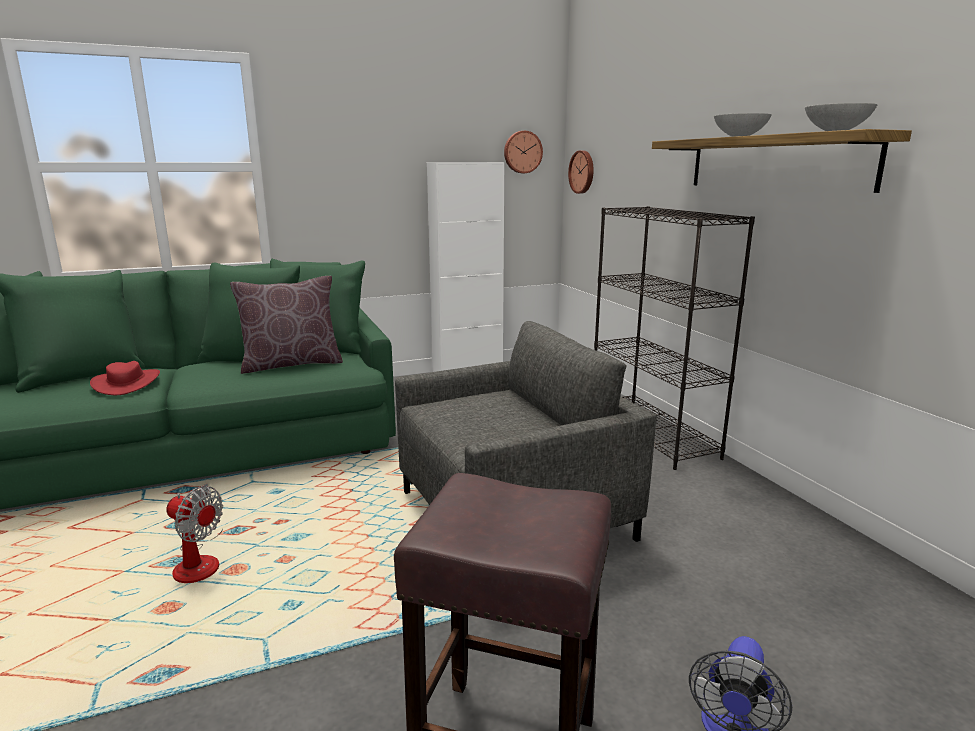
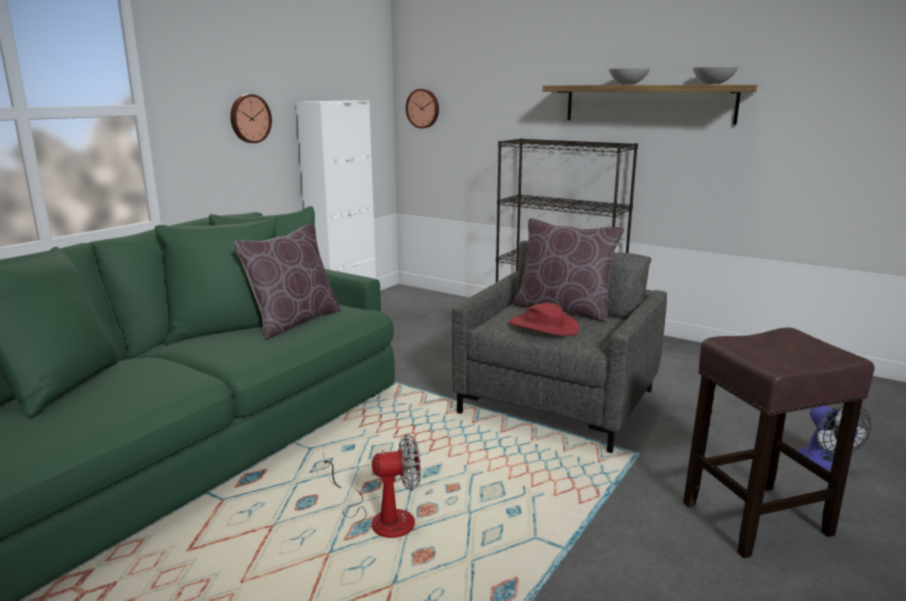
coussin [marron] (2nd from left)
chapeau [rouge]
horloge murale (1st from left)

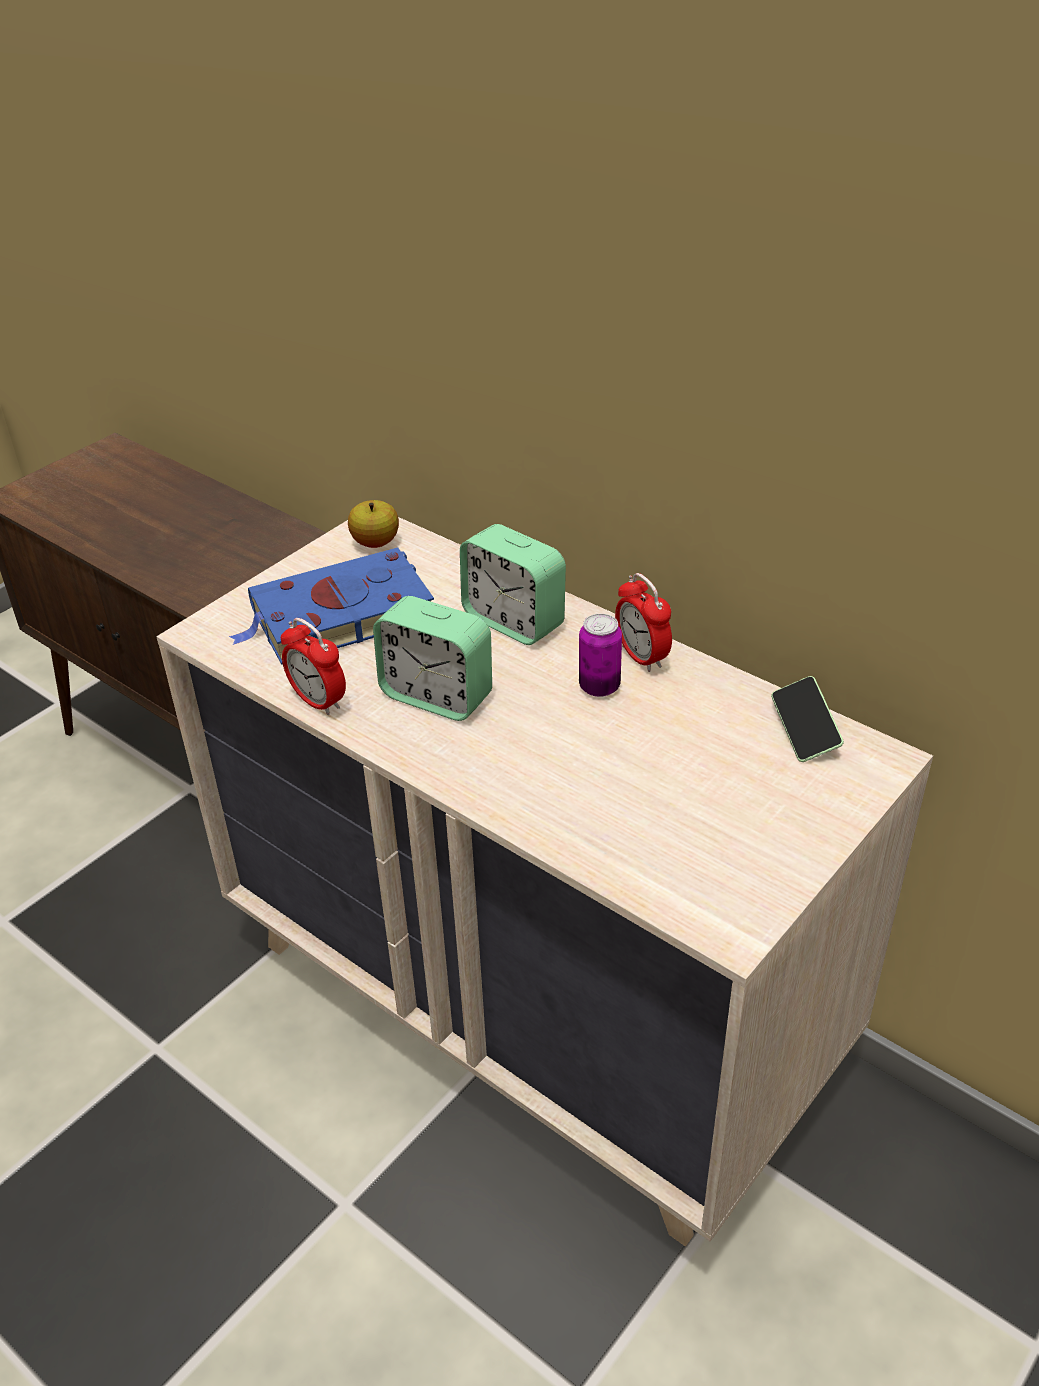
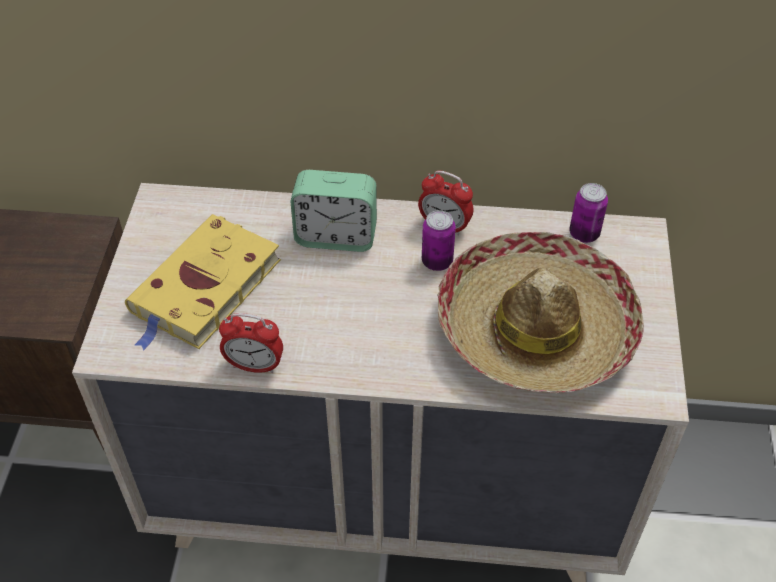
pomme
réveil (2nd from left in the first image)
chapeau
boîte métallique (2nd from left)
livre [jaune]

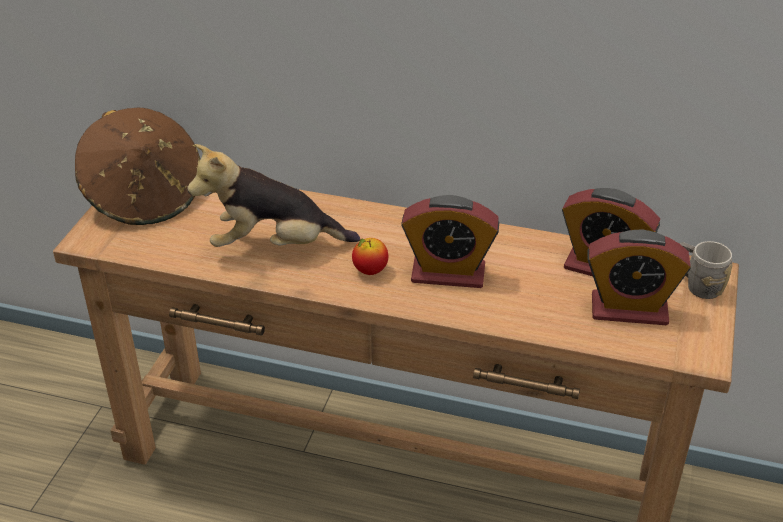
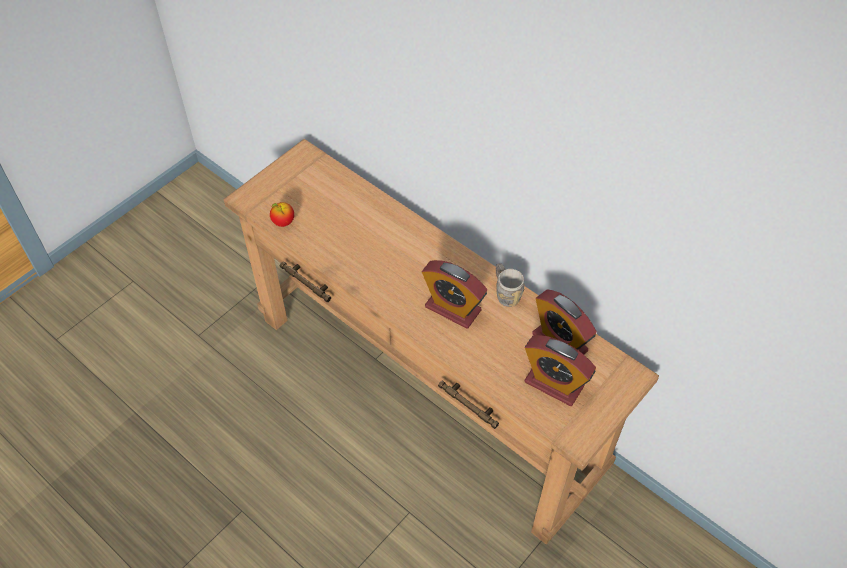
chapeau [marron]
peluche
pomme
mug [gris]

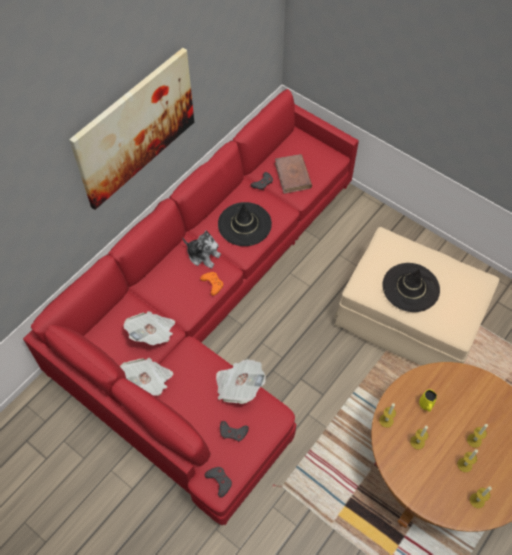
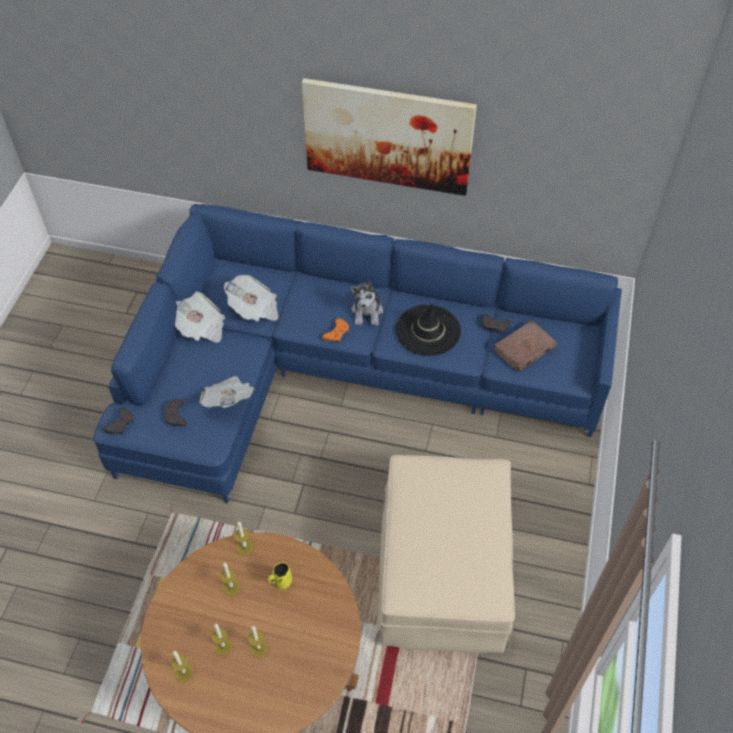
chapeau [noir] (2nd from left in the first image)
canapé [bleu]

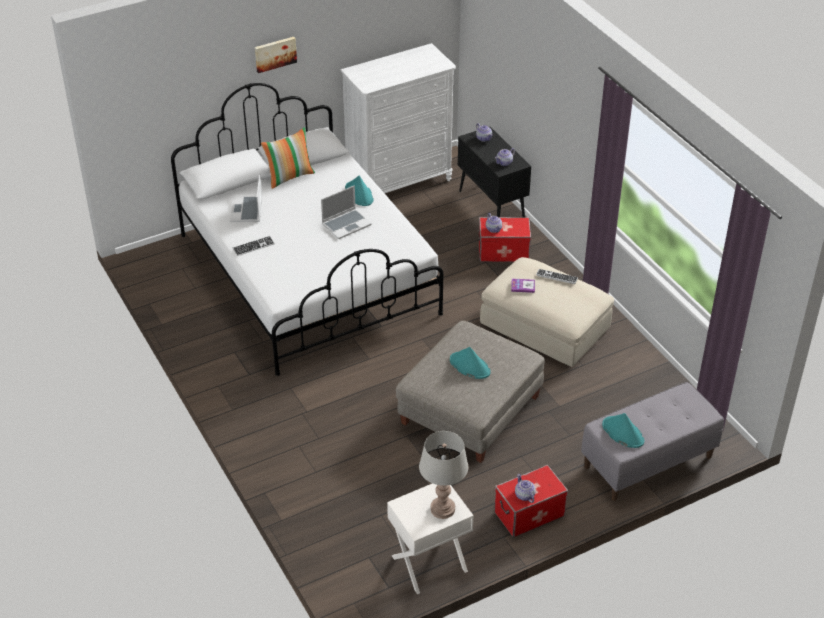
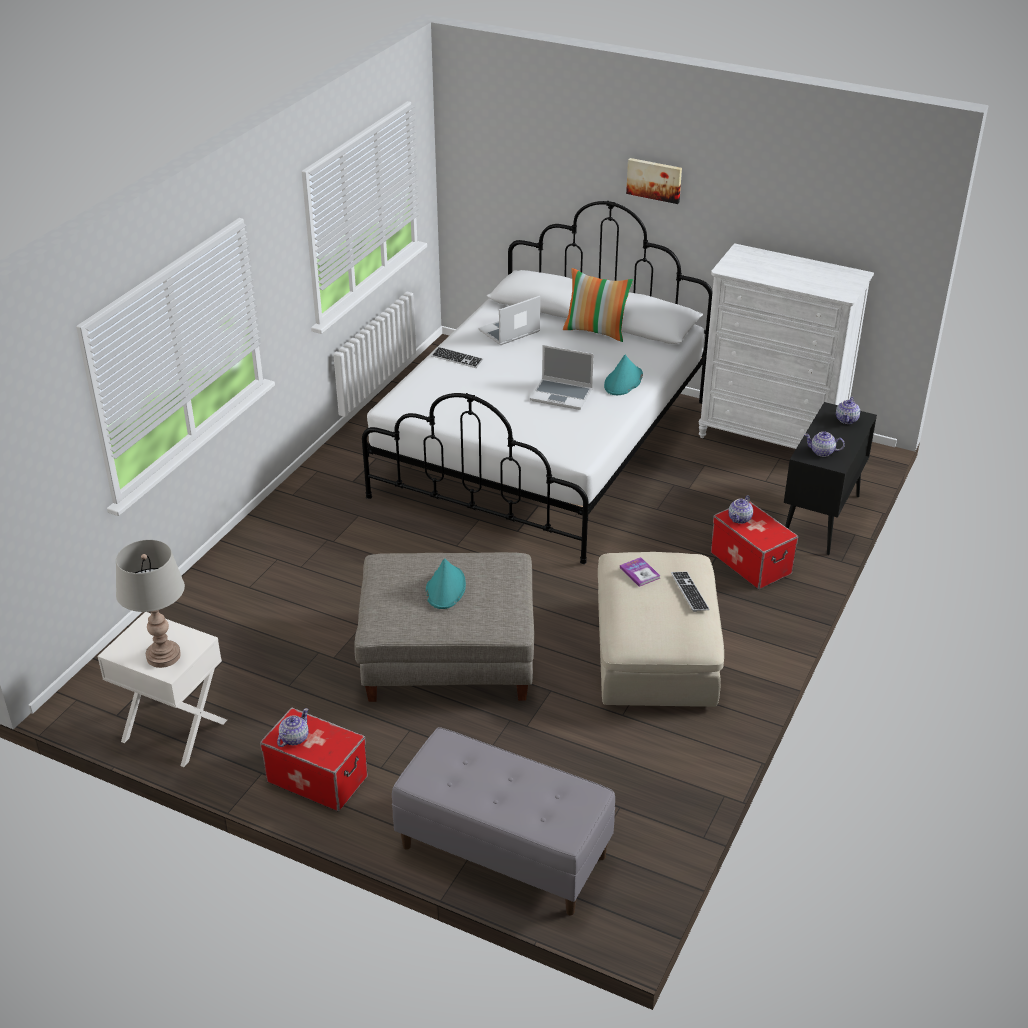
chapeau [turquoise] (3rd from left in the first image)

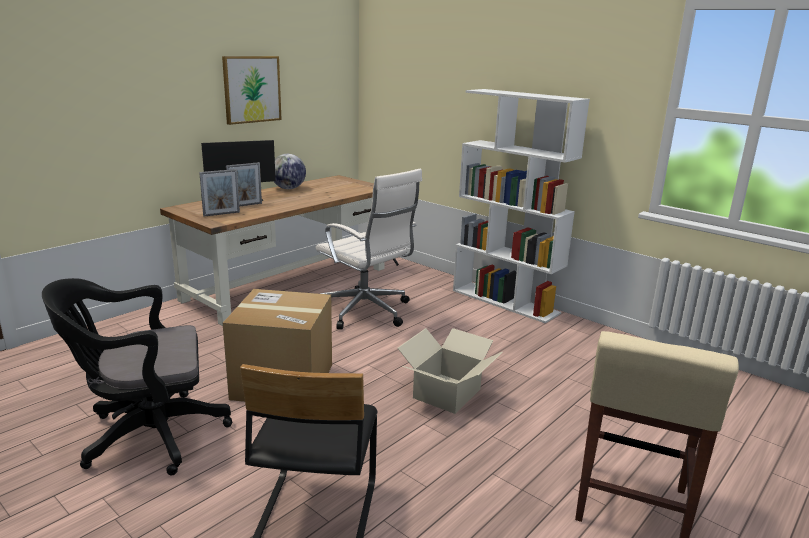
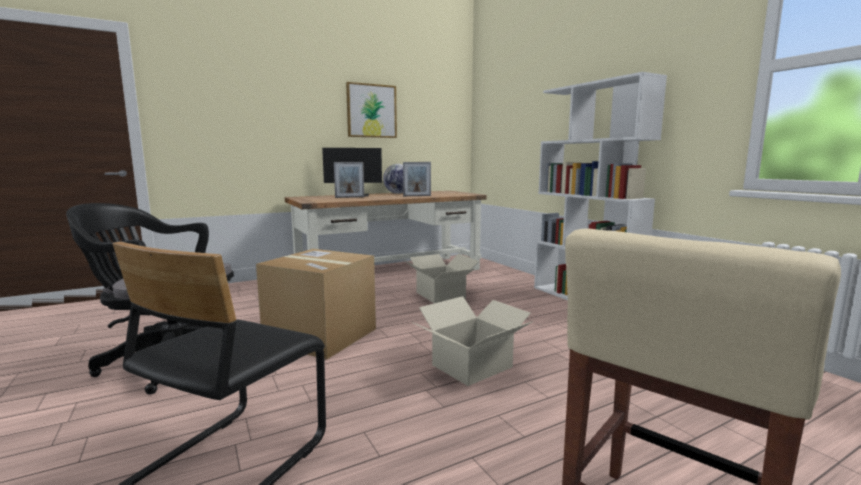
cadre photo (2nd from left)
carton (2nd from left)

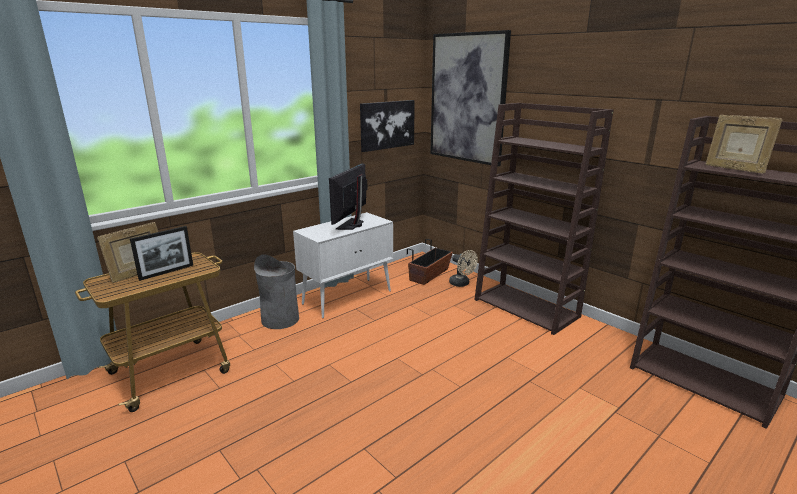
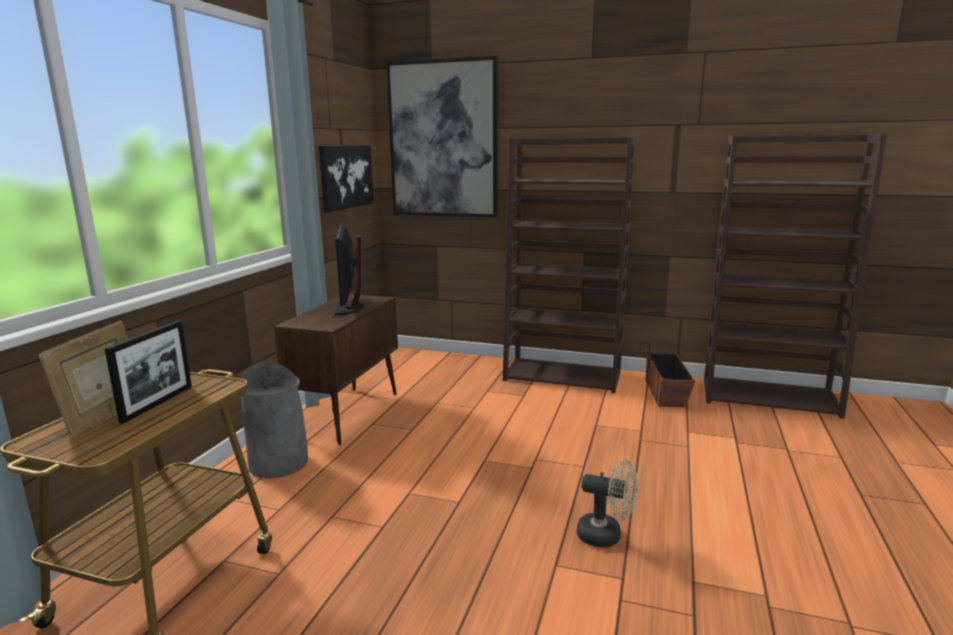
cadre photo (3rd from left in the first image)
cache-pot
ventilateur [beige]
meuble de rangement [marron]

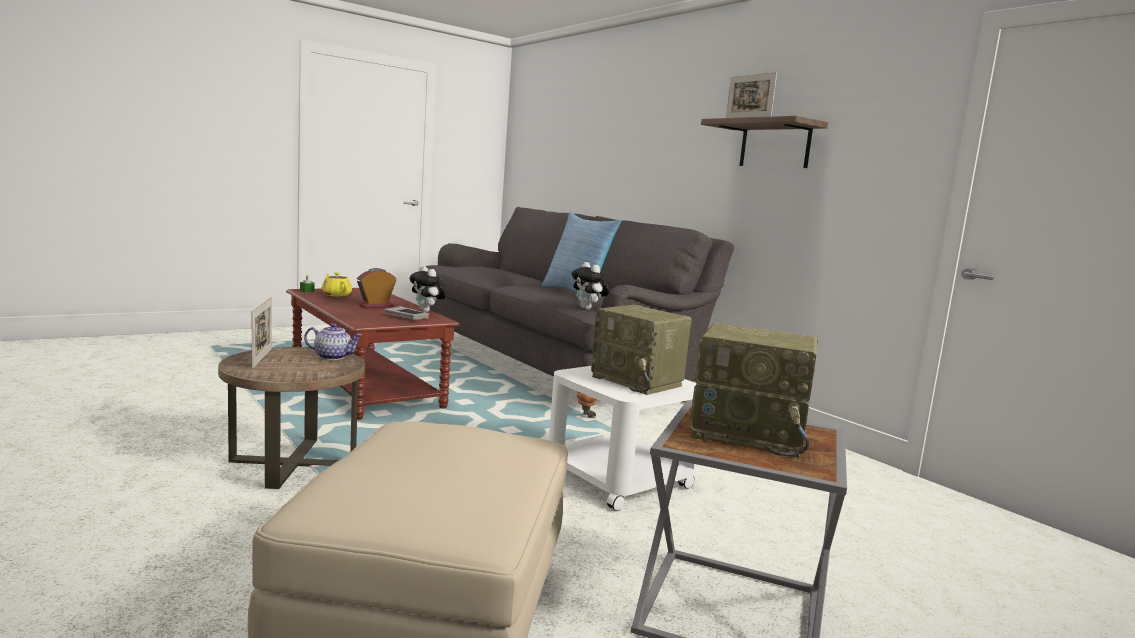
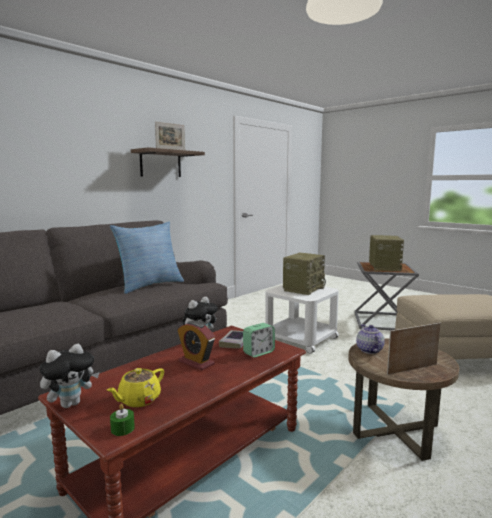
réveil (2nd from left)
peluche (1st from left)

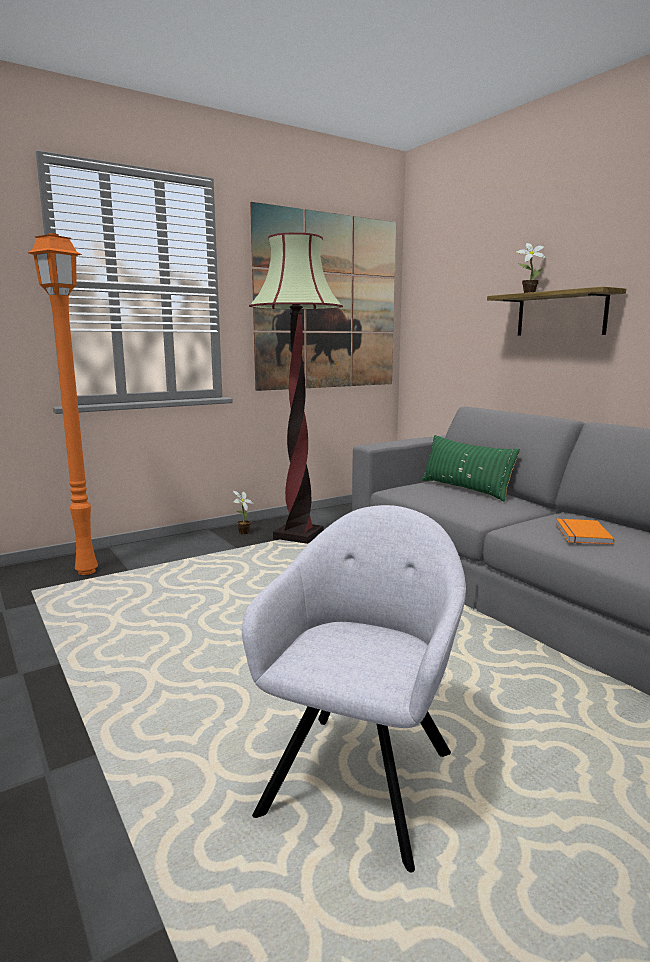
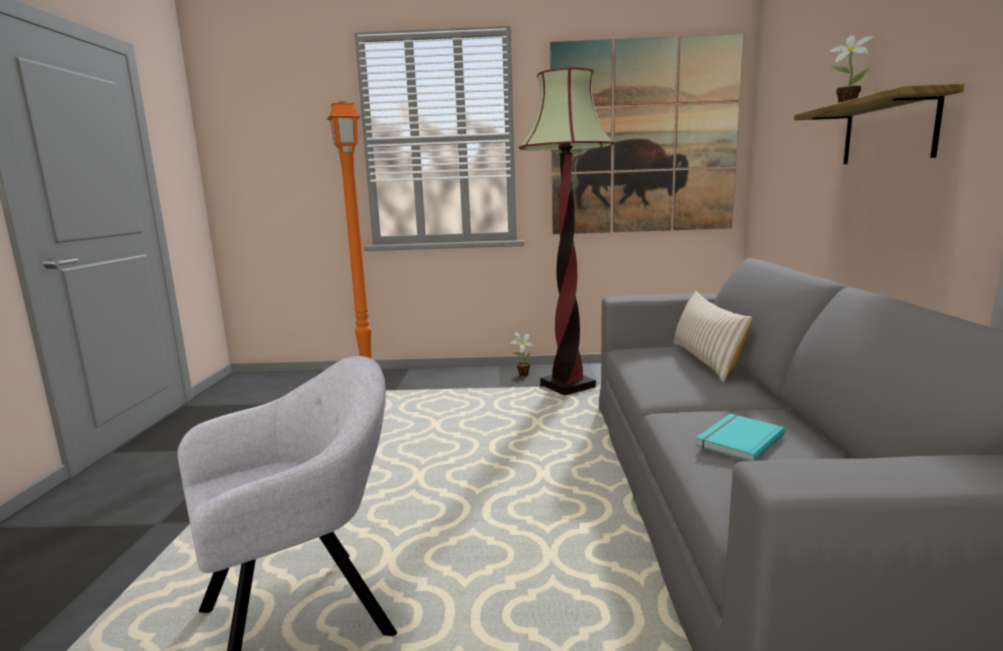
coussin [beige]
livre [turquoise]

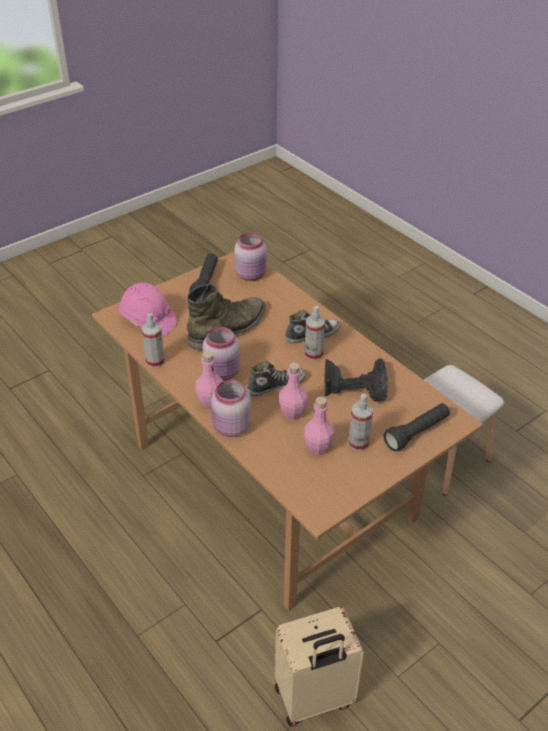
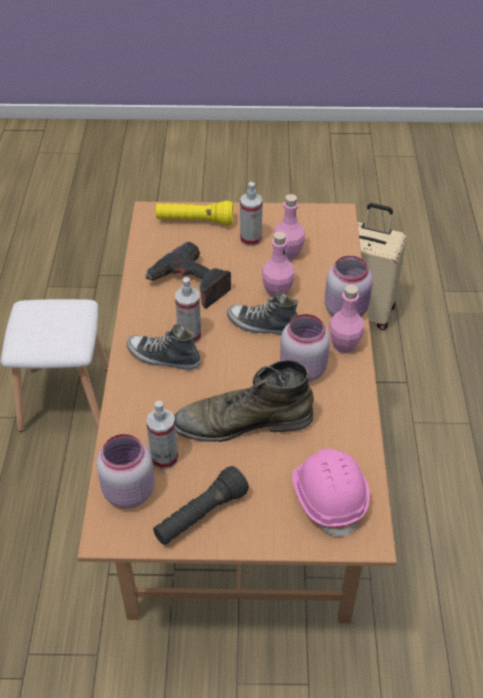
vaporisateur (1st from left)
lampe de poche [jaune]

